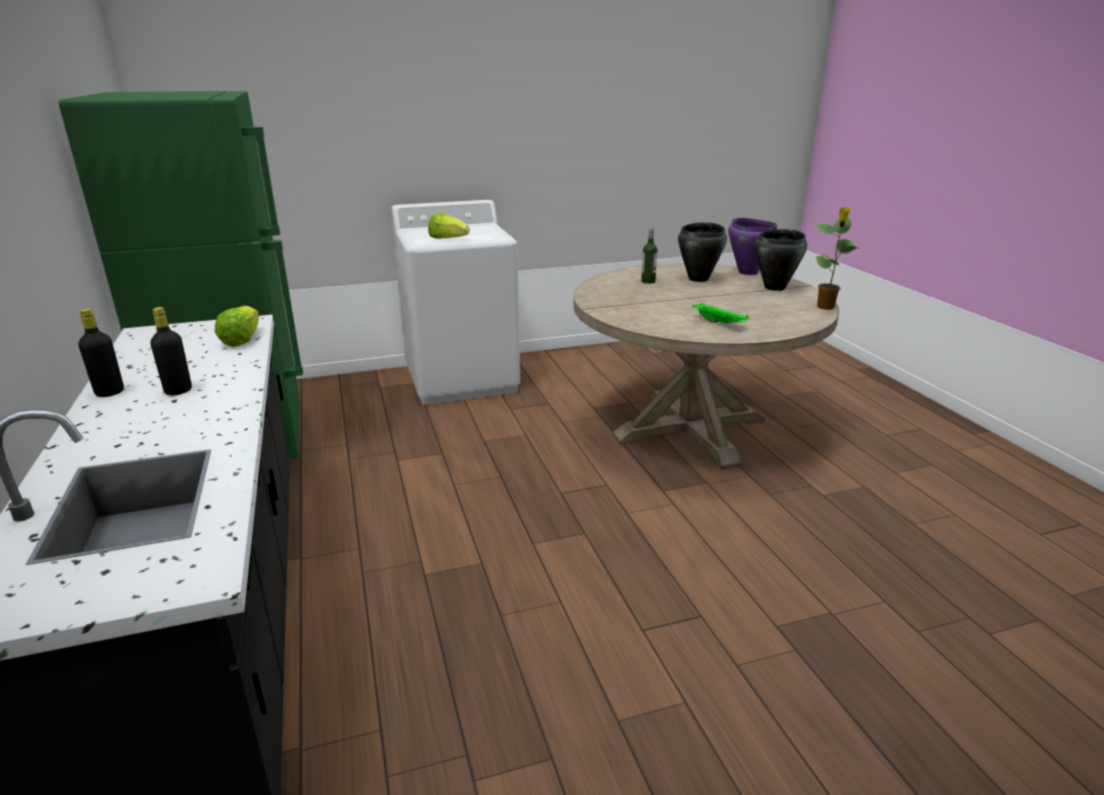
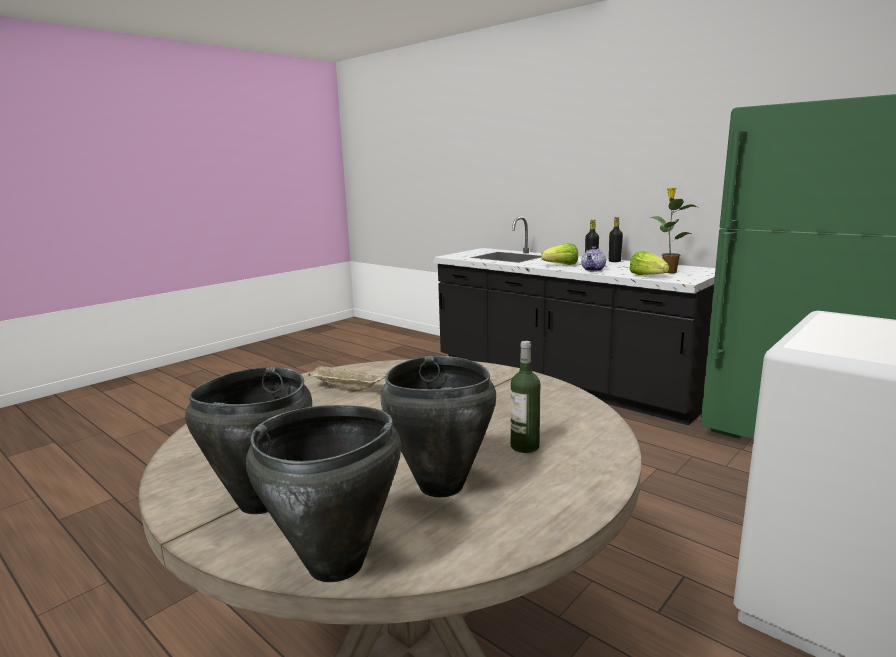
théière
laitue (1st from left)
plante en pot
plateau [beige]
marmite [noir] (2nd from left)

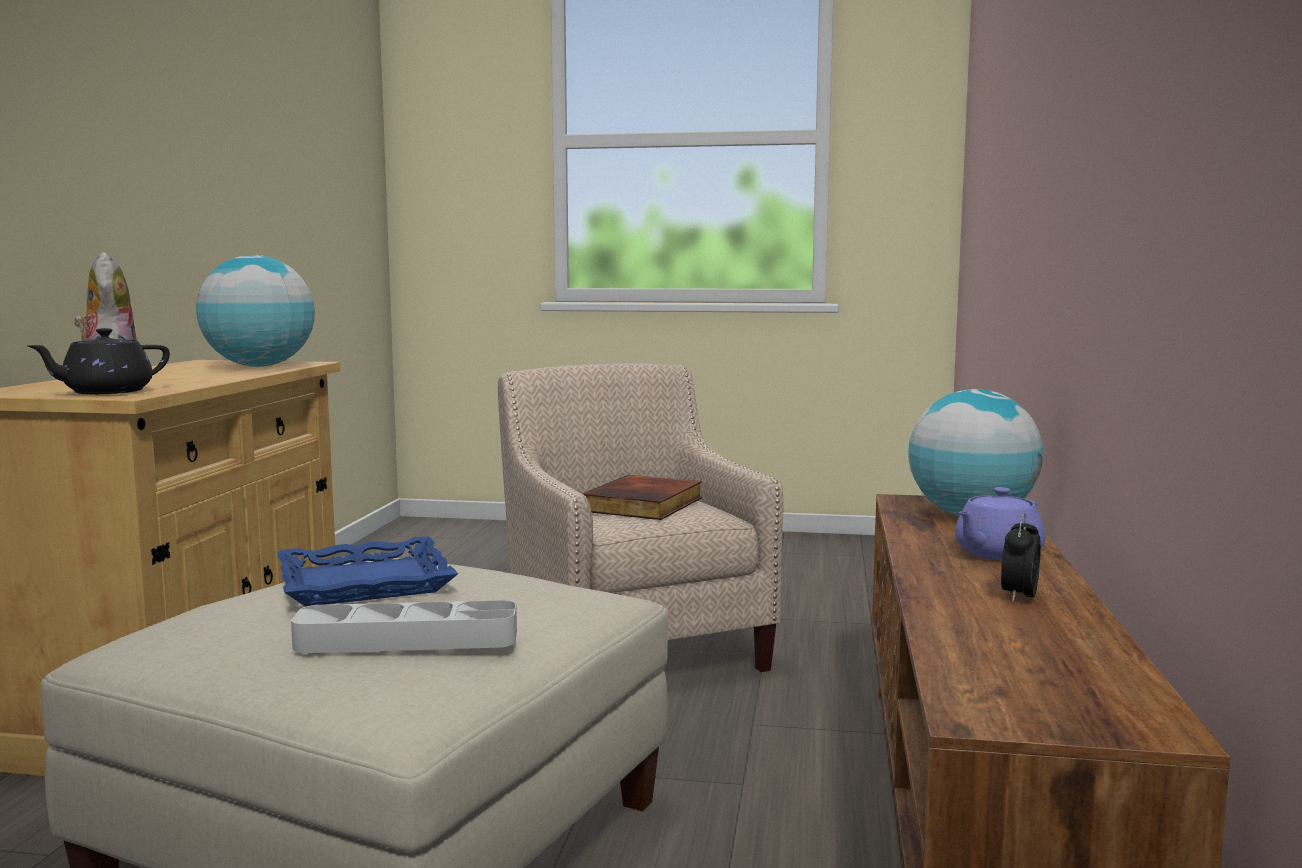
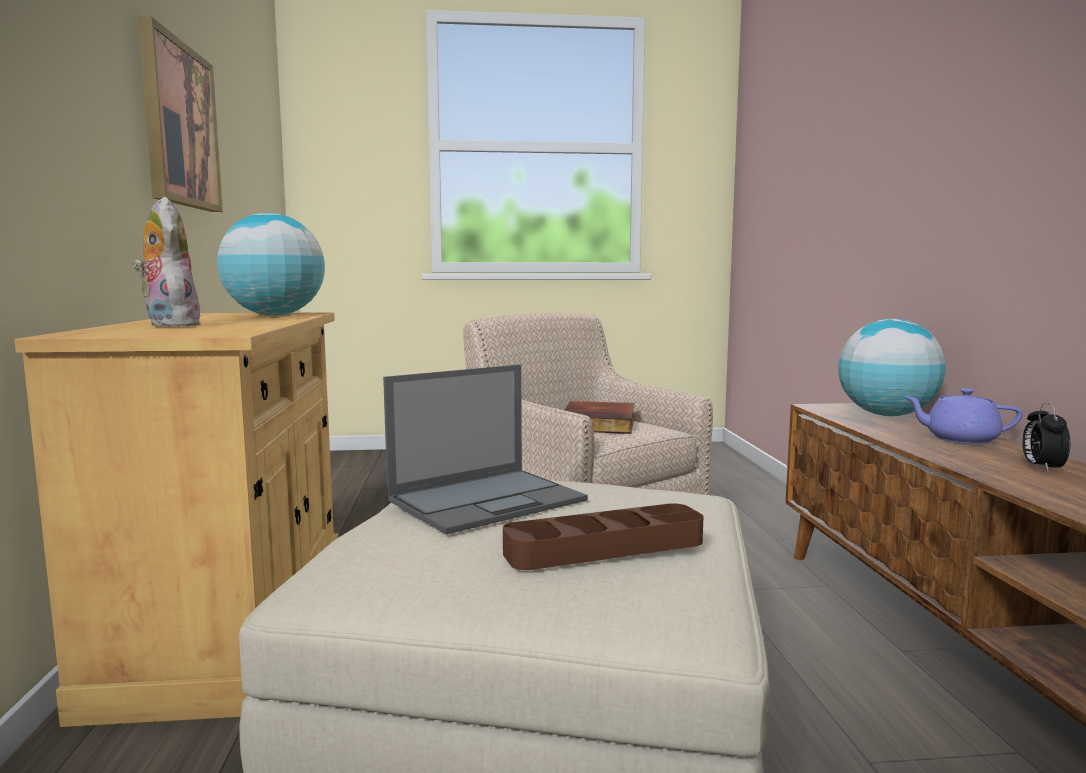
théière [noir]
tableau
ordinateur portable
plateau [marron]
théière [violet]

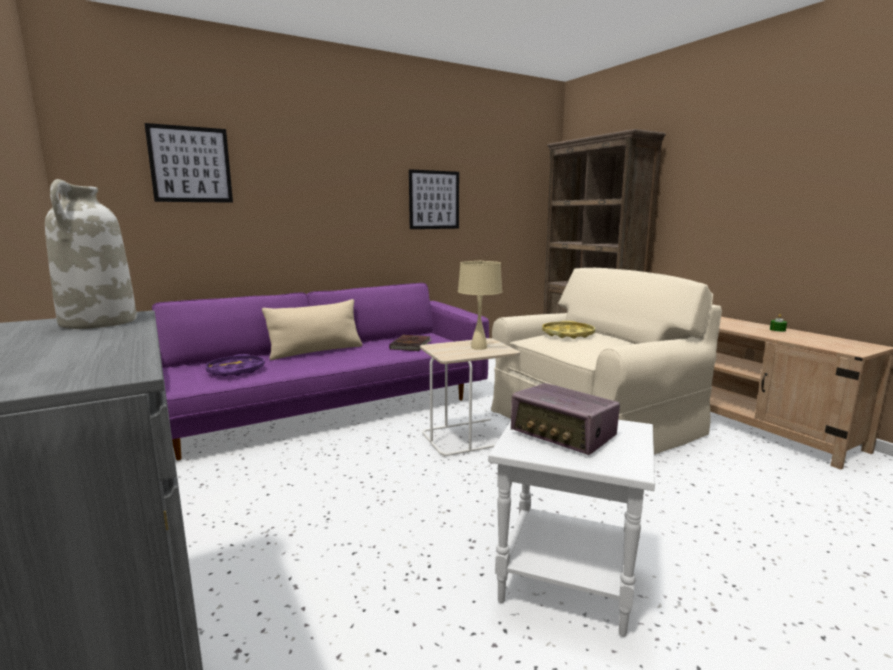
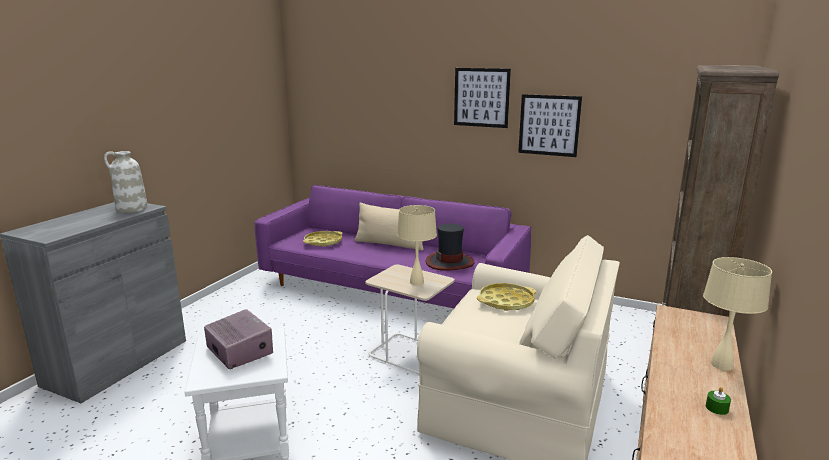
lampe de table [beige] (2nd from left)
tableau (1st from left)
chapeau
plateau [jaune] (1st from left)
radio

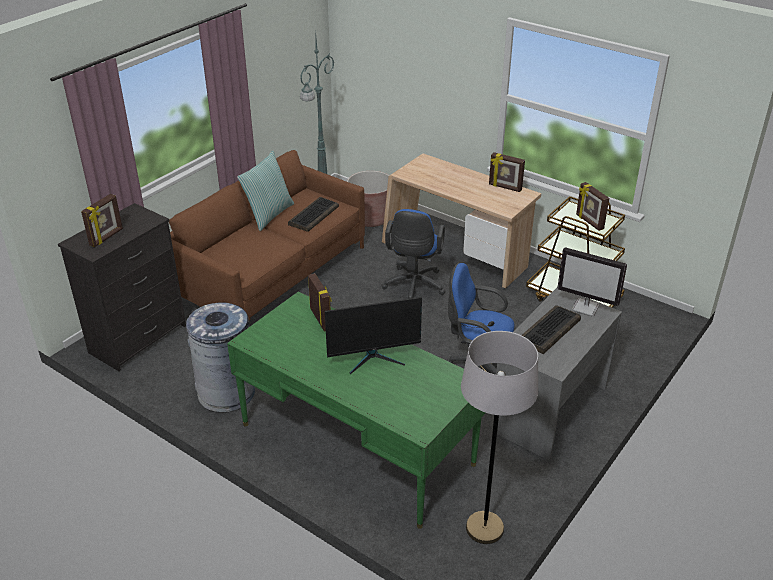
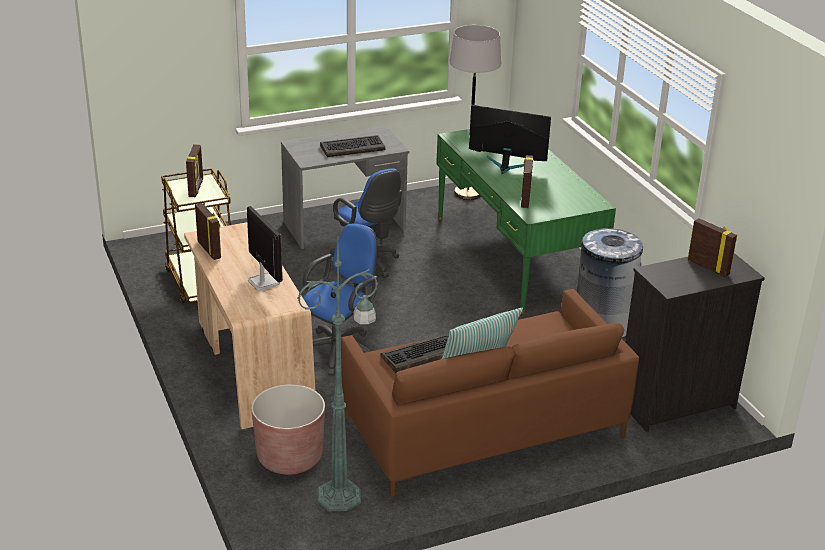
écran d'ordinateur (1st from left)
cadre photo (4th from left)

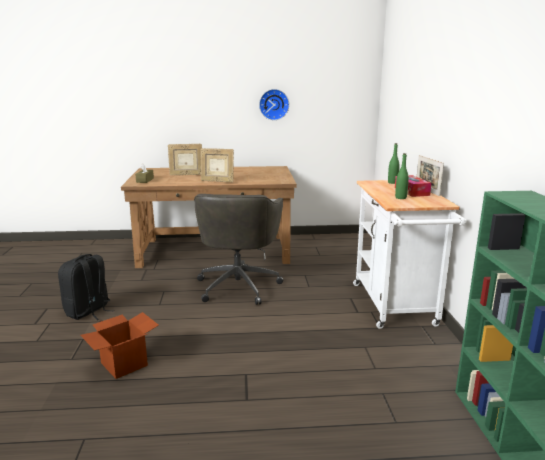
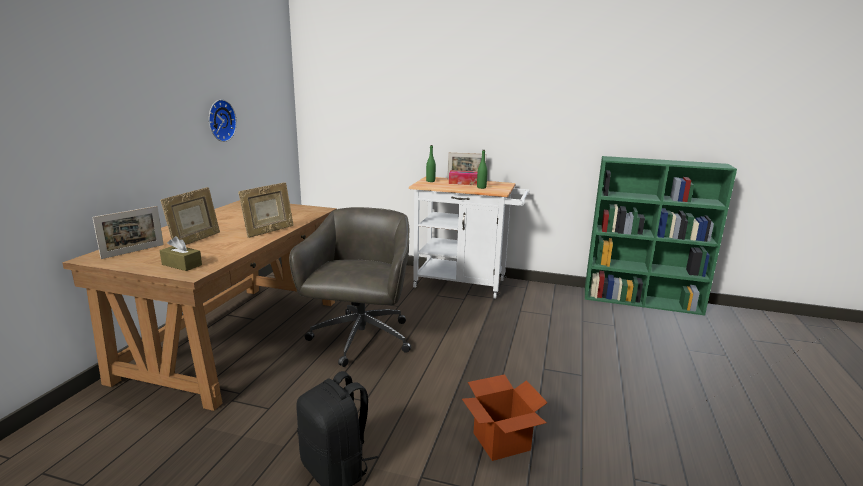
cadre photo (1st from left)
chaise de bureau [gris]

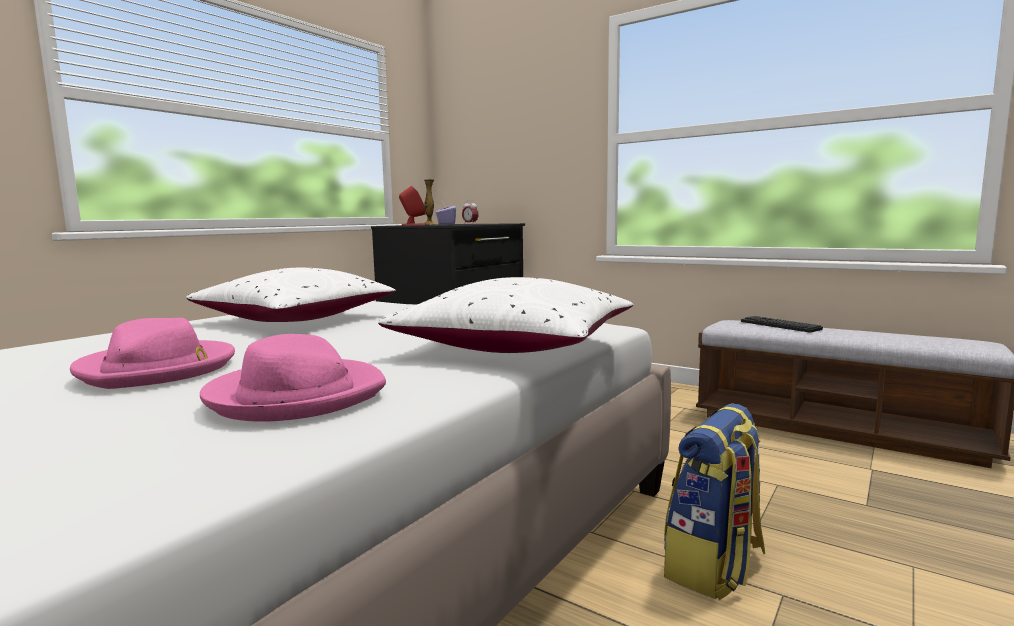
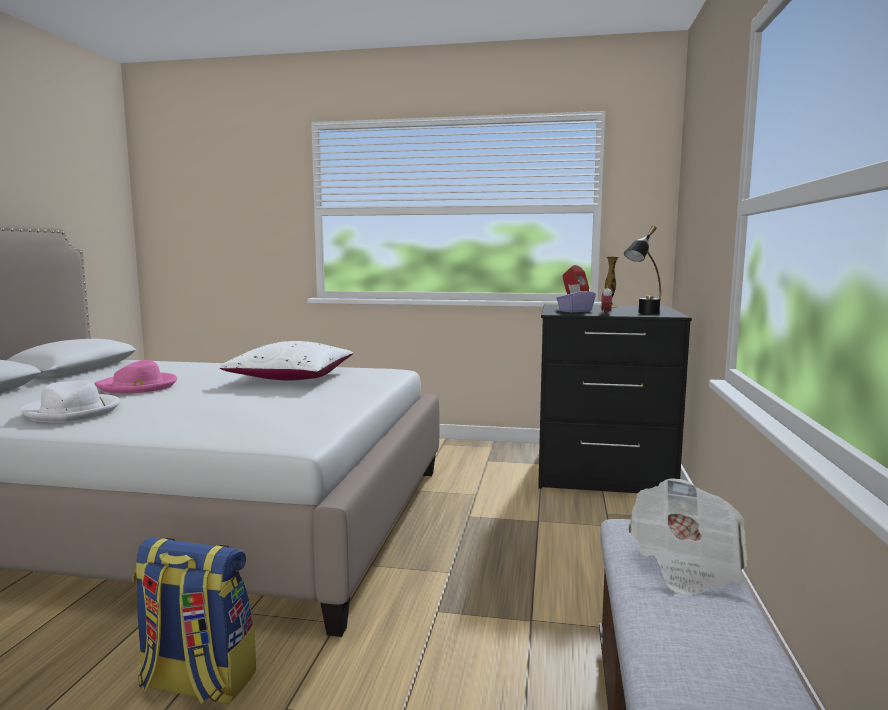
coussin [blanc] (2nd from left in the first image)
lampe de table [noir]
journal
chapeau [blanc]

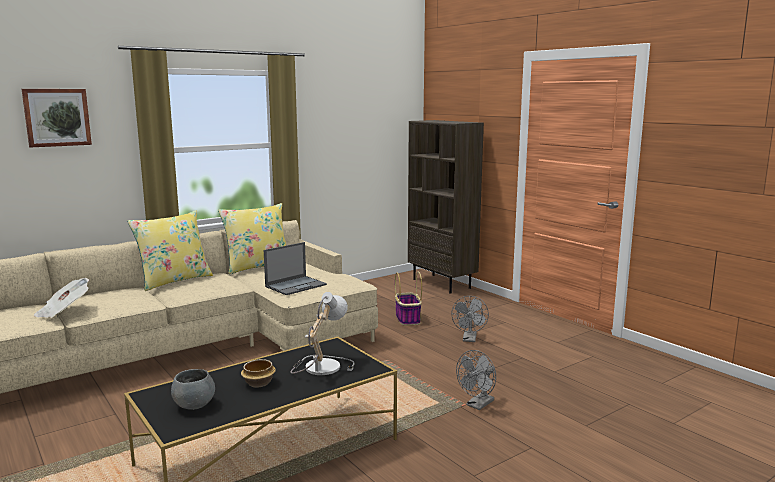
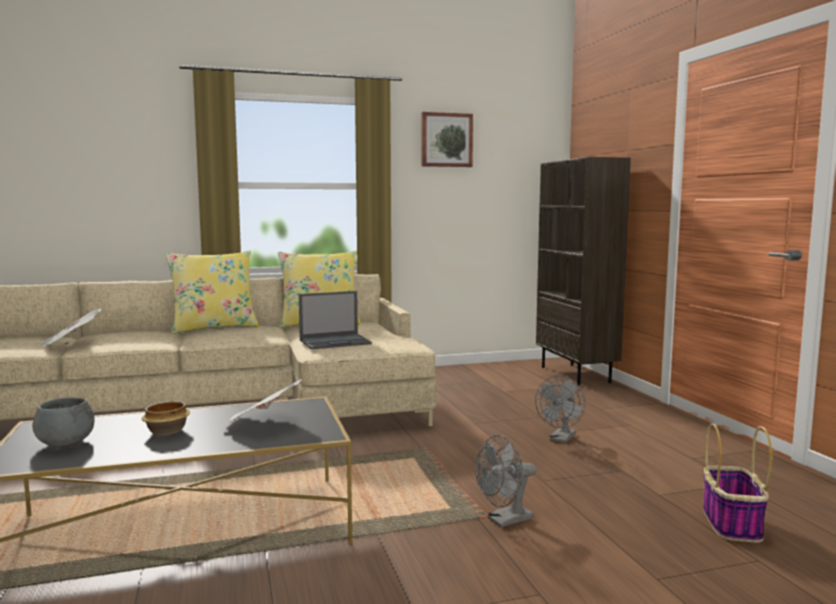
tableau
panier
journal (2nd from left)

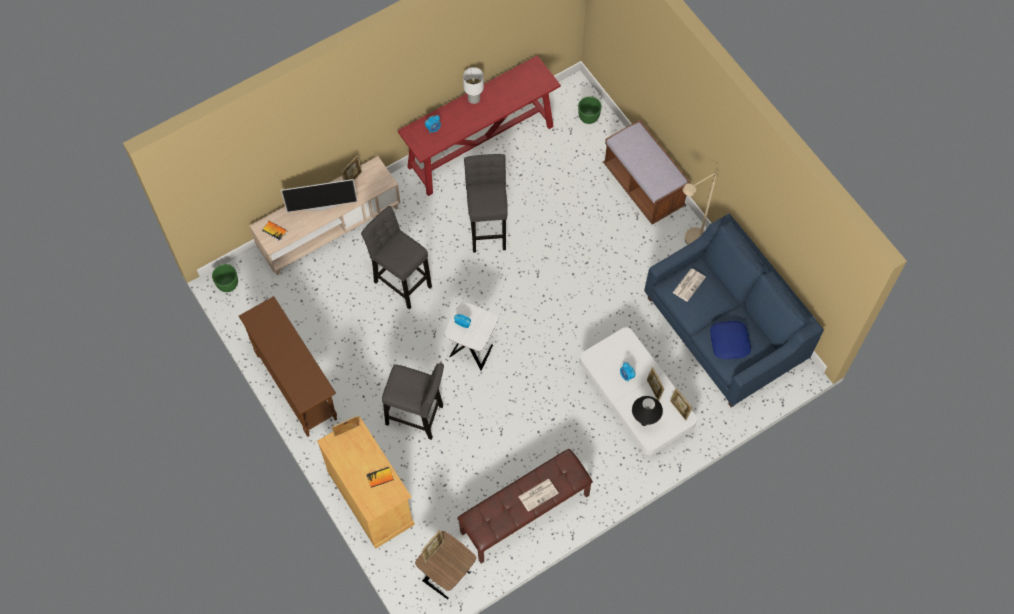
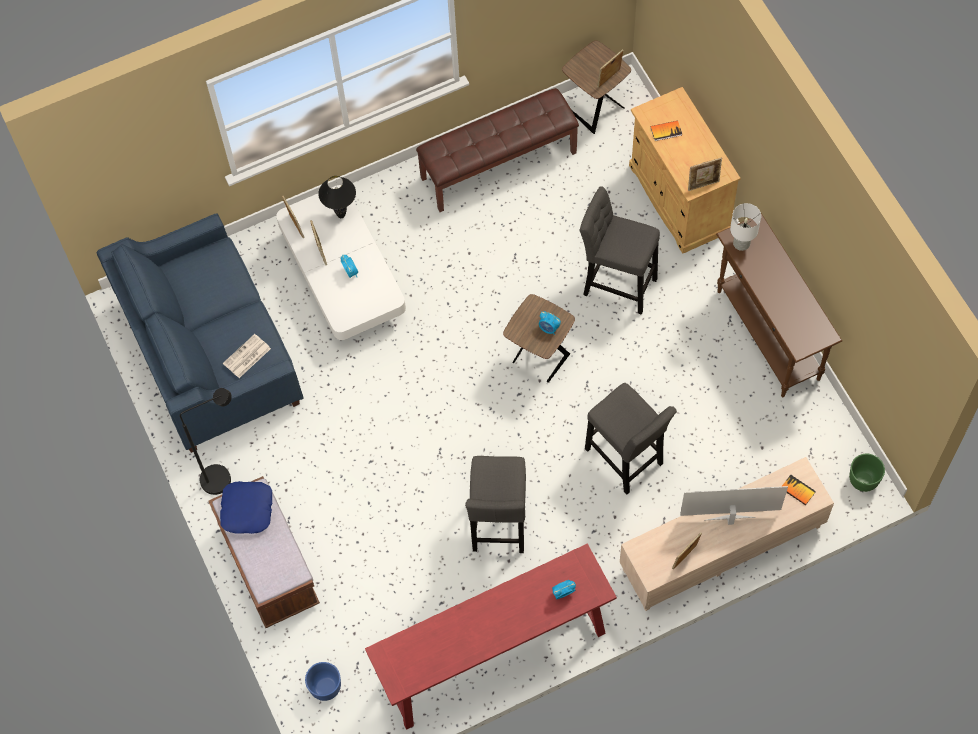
journal (1st from left in the first image)
lampe de table [blanc]
coussin [bleu]
table d'appoint [marron] (1st from left)
cache-pot [bleu]
lampadaire [noir]

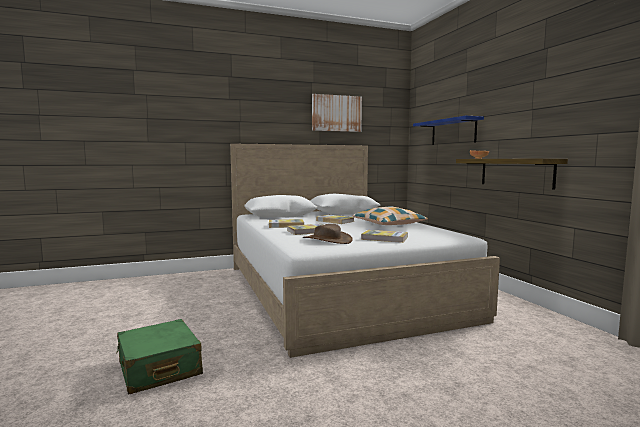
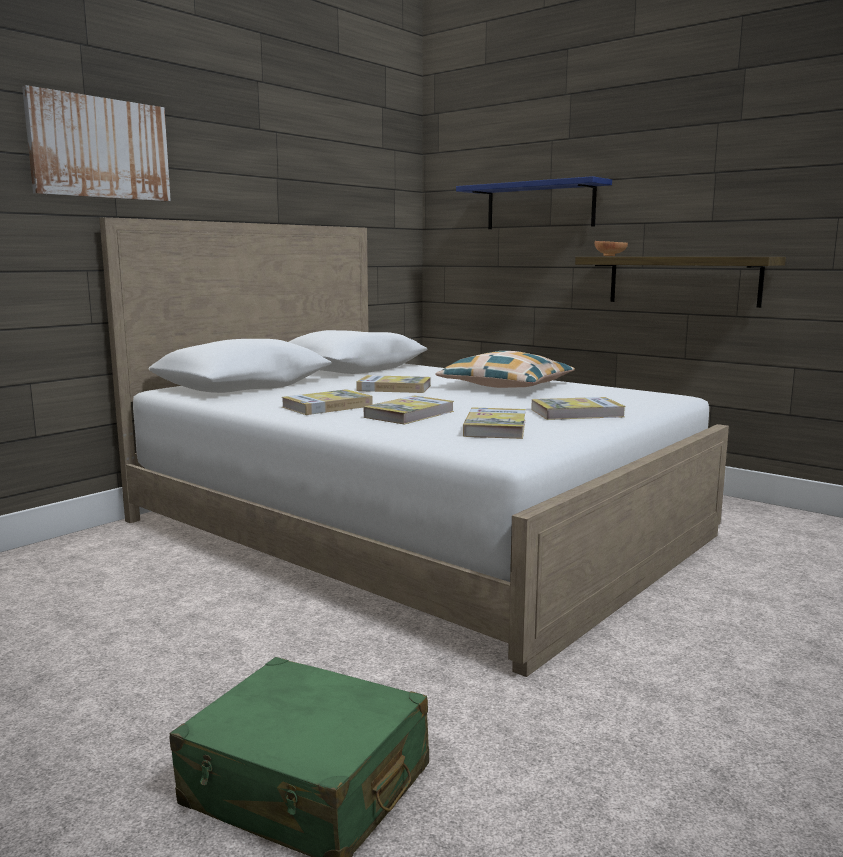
tableau
livre (4th from left)

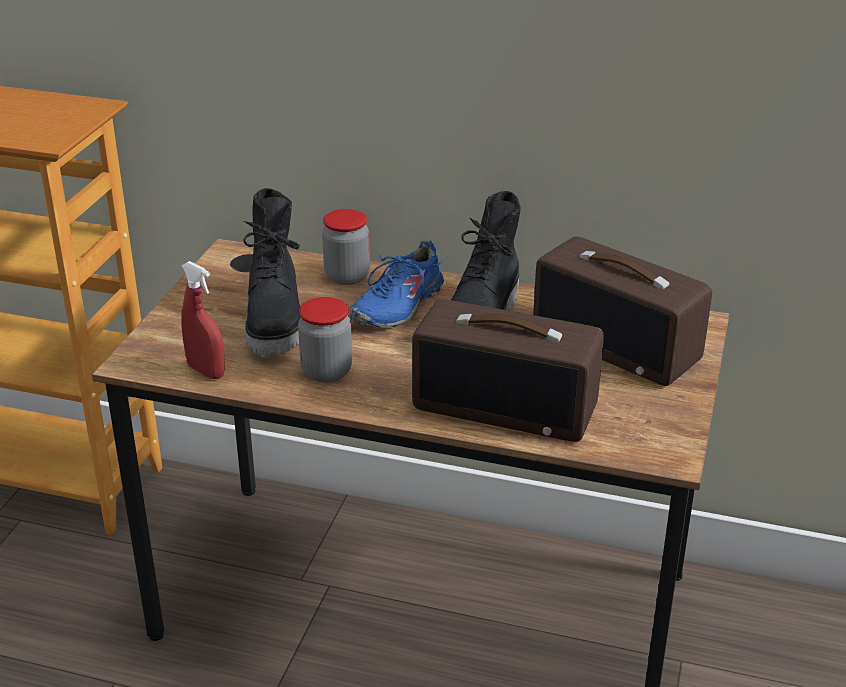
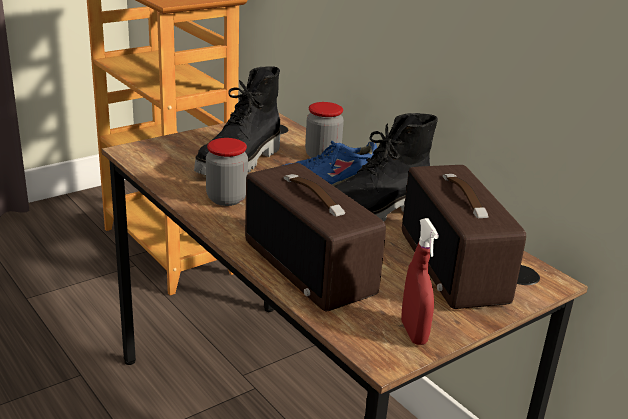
vaporisateur [rouge]

